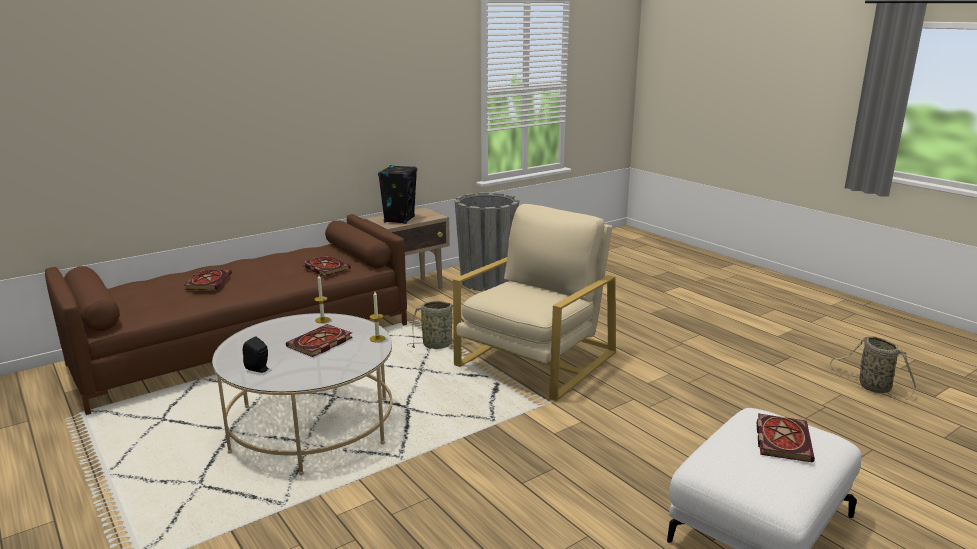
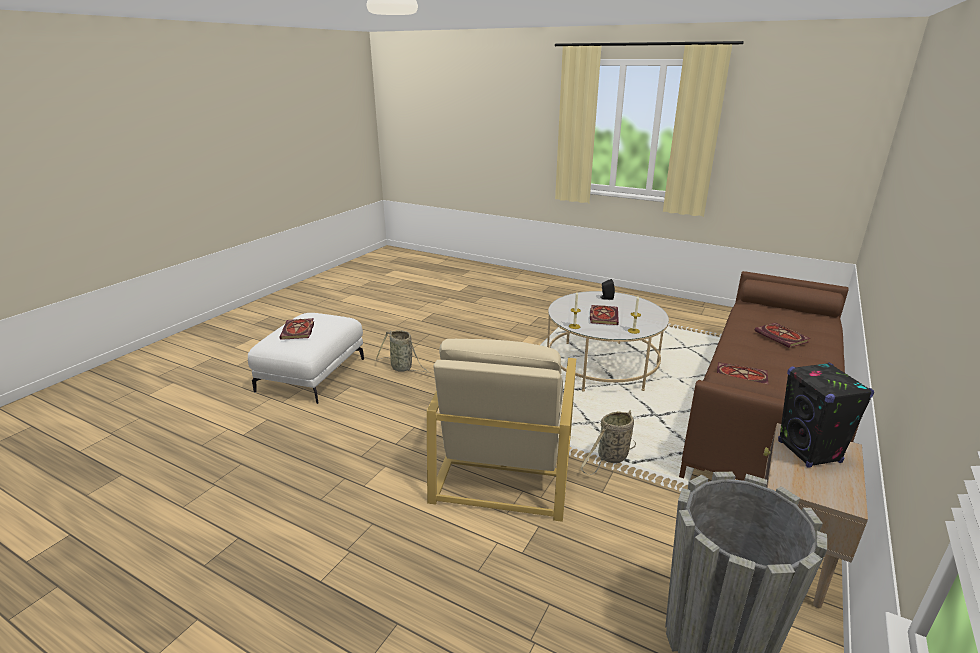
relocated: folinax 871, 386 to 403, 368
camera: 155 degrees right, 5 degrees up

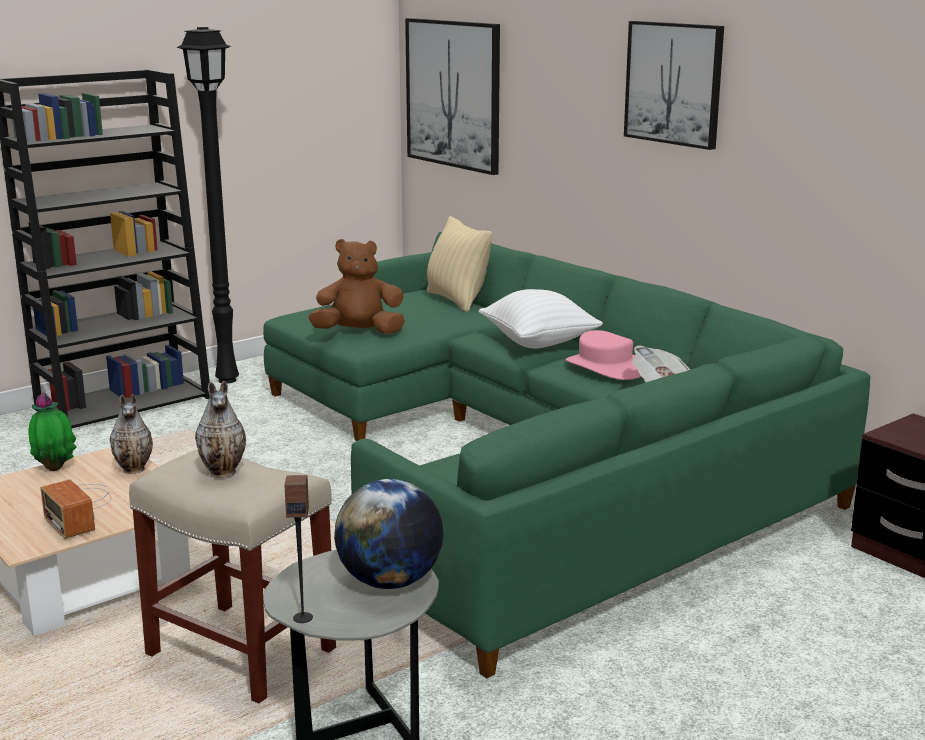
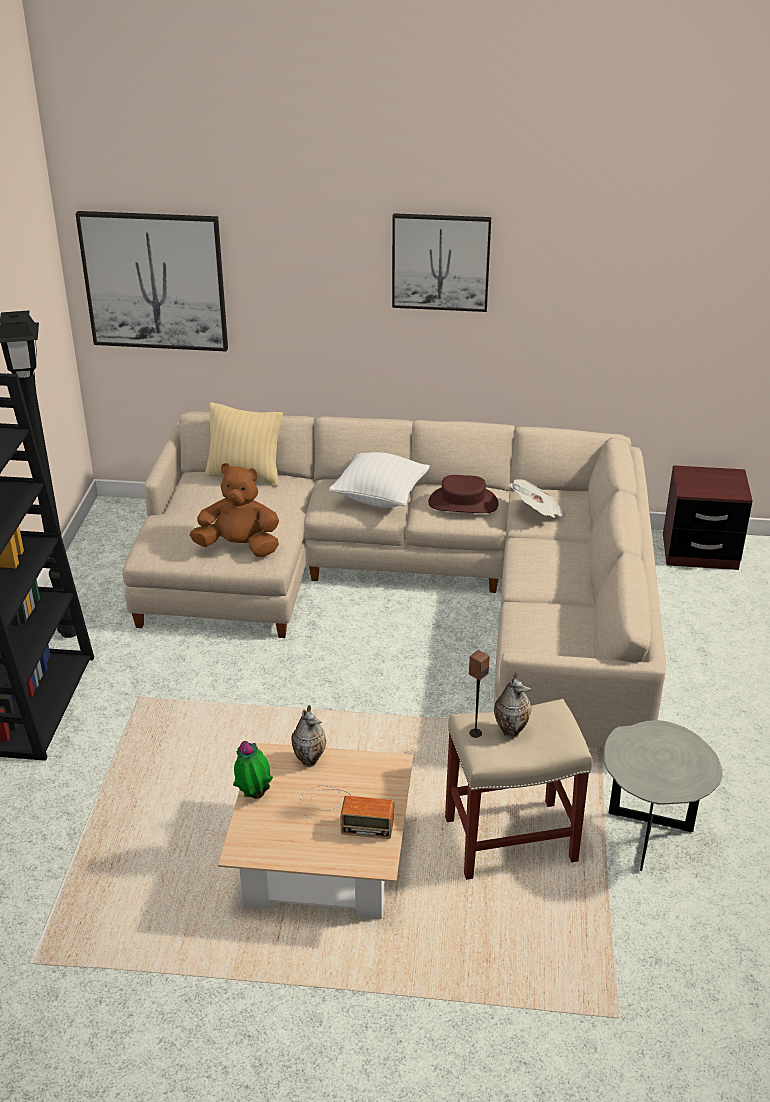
missing: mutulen 390, 582
relocated: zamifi 303, 617 to 475, 733
colour: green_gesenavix 531, 460 to beige_gesenavix 418, 591; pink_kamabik 605, 367 to brown_kamabik 463, 503
spun: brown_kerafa 359, 333 = 239, 547 60 degrees clockwise
camera: 45 degrees left, 15 degrees up

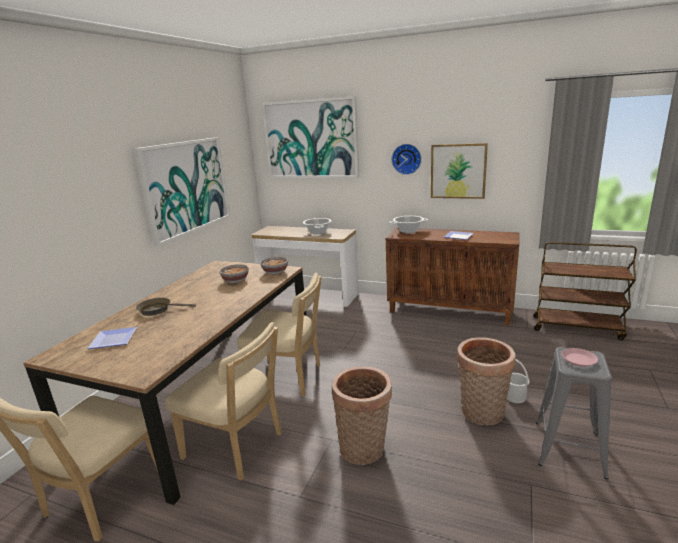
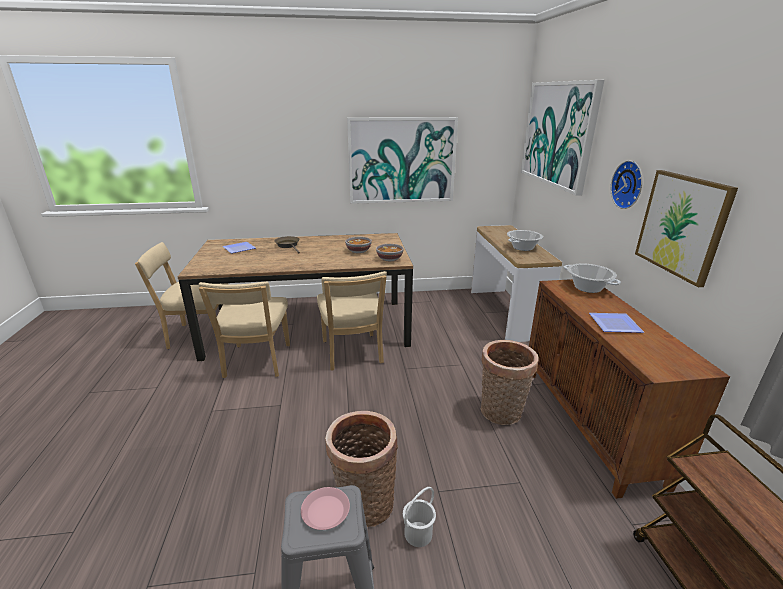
relocated: folinax 364, 449 to 501, 414
camera: 60 degrees right, 5 degrees up

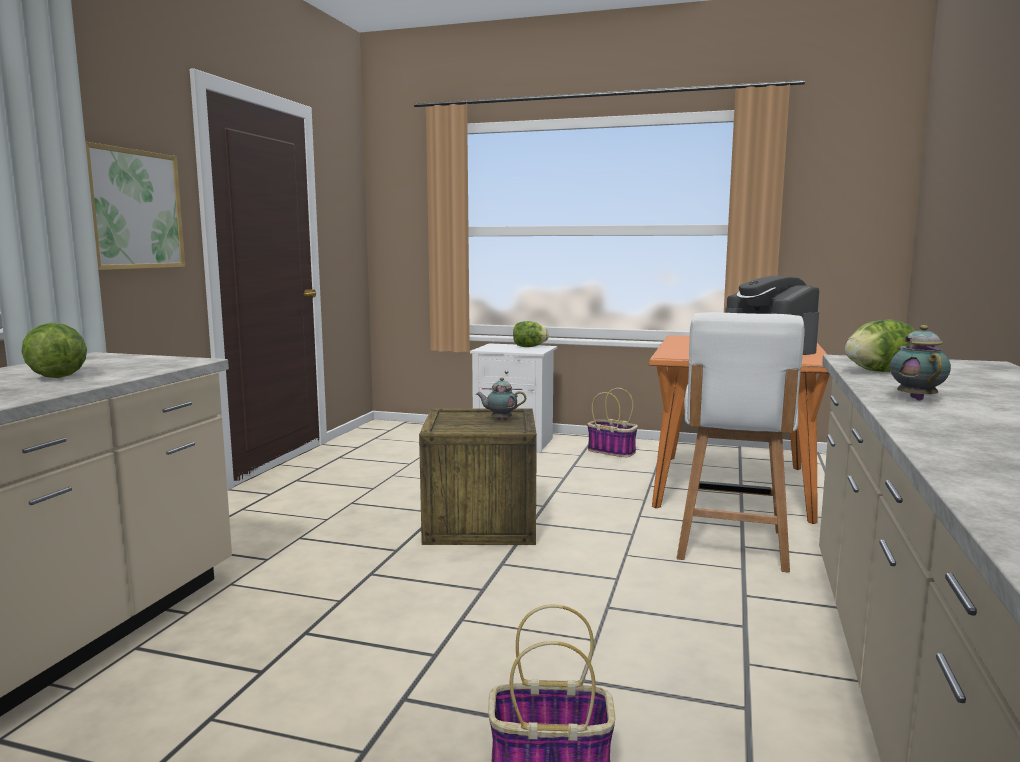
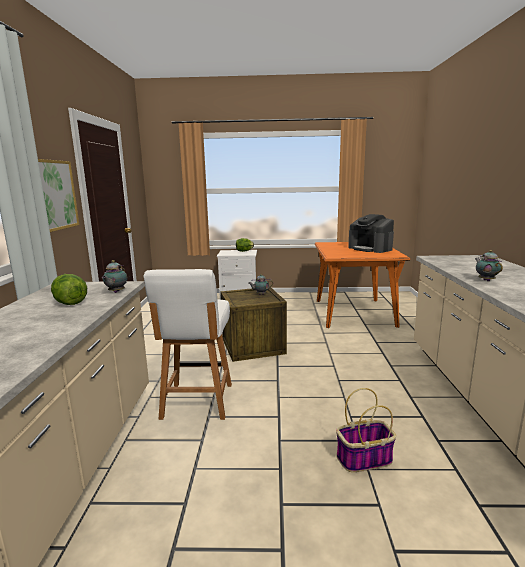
missing: folinax 612, 451; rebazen 879, 372
appeared: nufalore 116, 292
relocated: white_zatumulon 731, 546 to 197, 402
camera: 15 degrees left, 5 degrees up

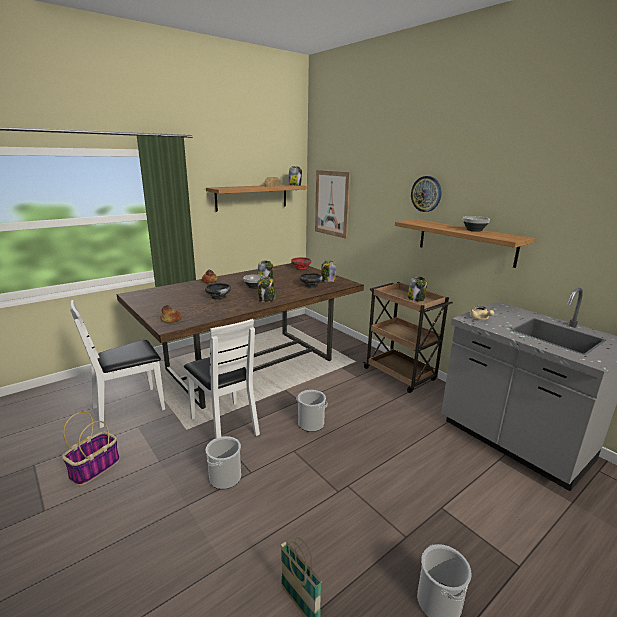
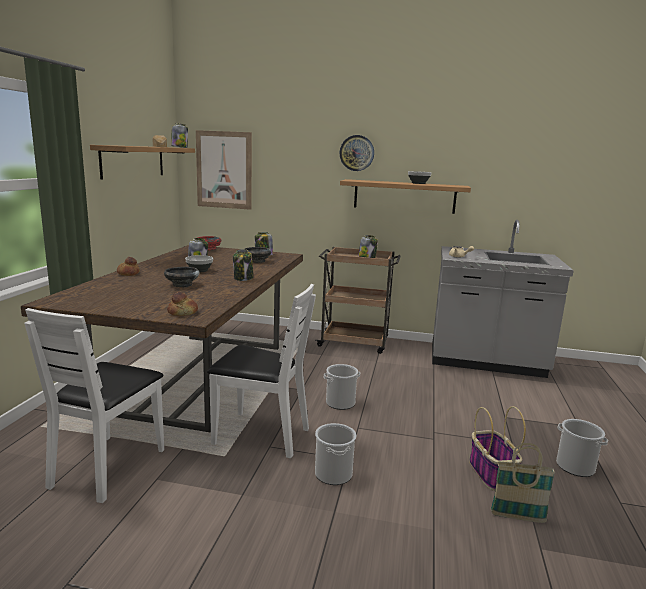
relocated: folinax 95, 468 to 490, 473
camera: 40 degrees left, 5 degrees down

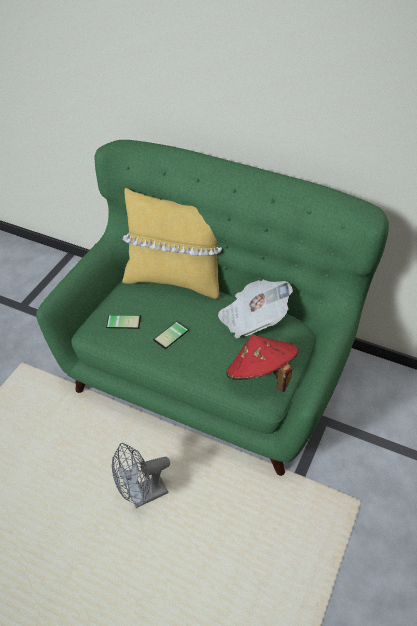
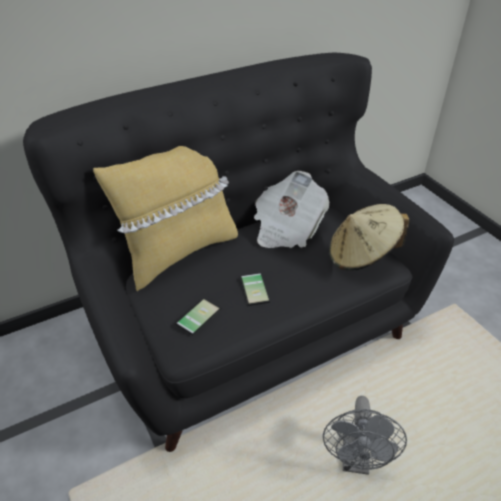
colour: green_gesenavix 209, 373 to black_gesenavix 251, 324; red_kamabik 261, 376 to beige_kamabik 362, 255
camera: 55 degrees left, 5 degrees down

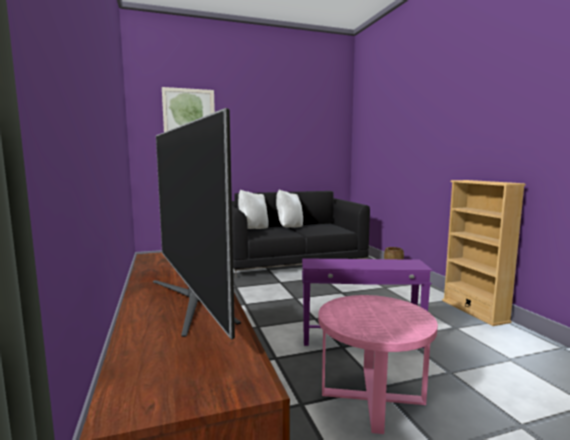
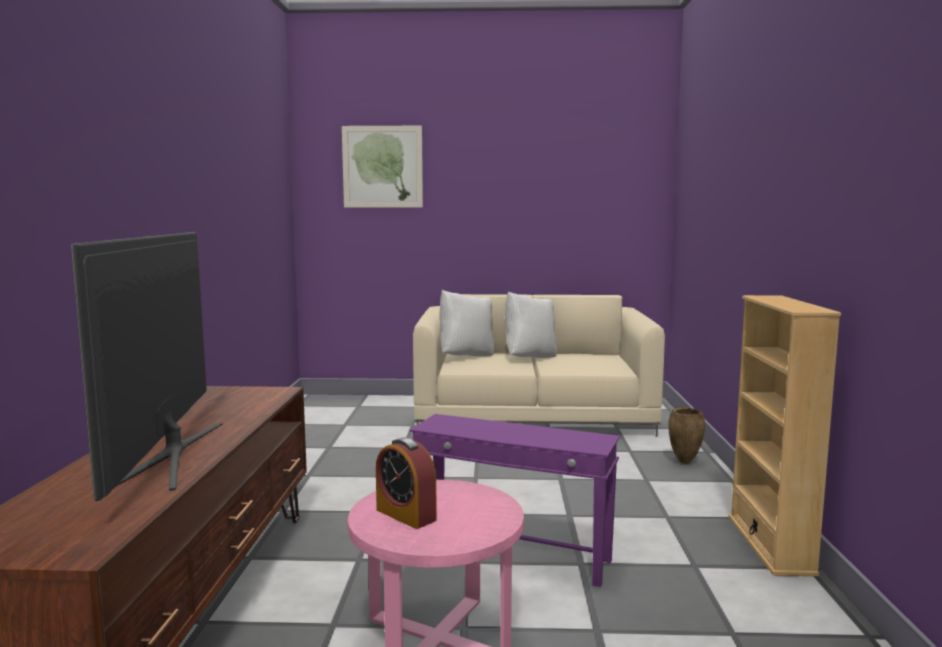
appeared: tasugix 406, 515
colour: black_gesenavix 291, 260 to beige_gesenavix 533, 415
camera: 20 degrees right, 0 degrees up

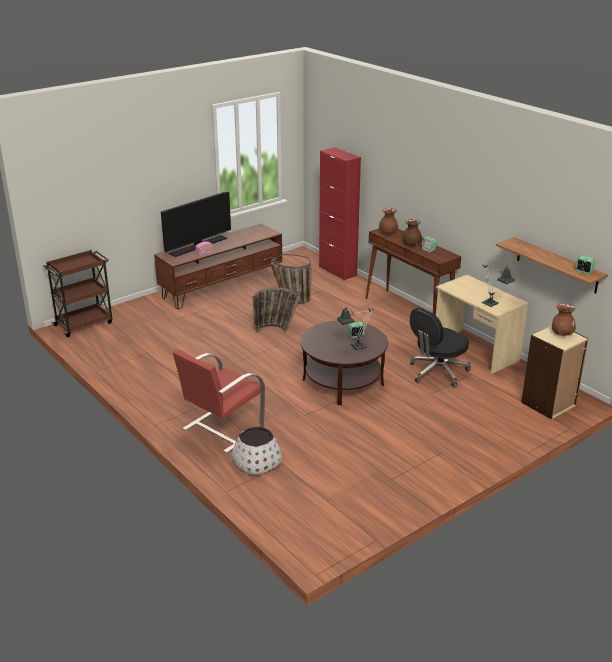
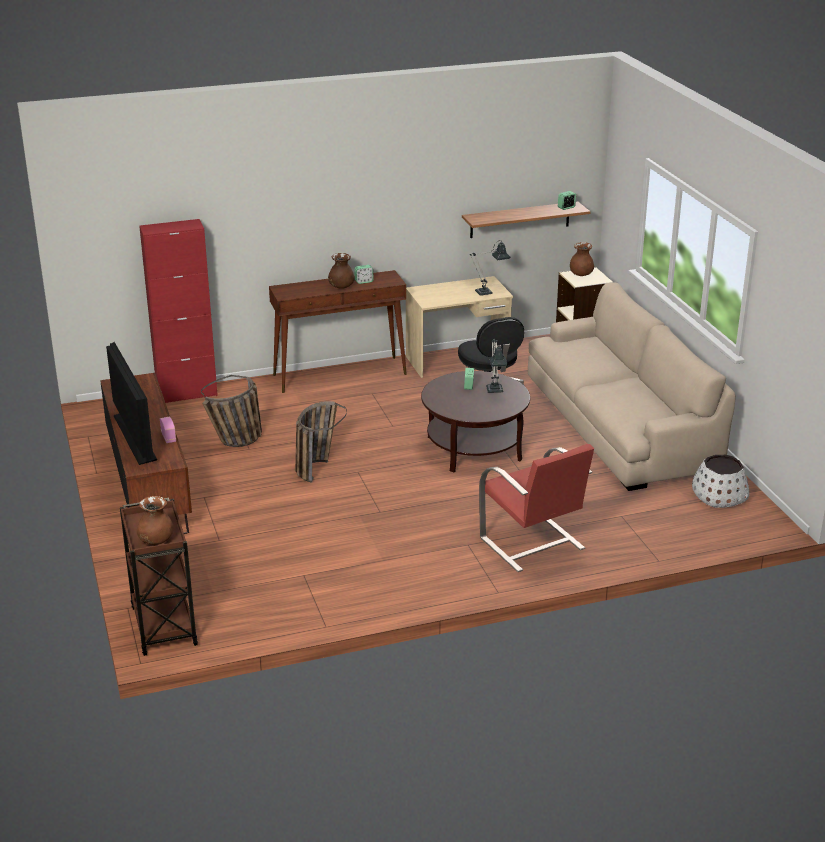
appeared: beige_gesenavix 619, 424
relocated: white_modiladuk 257, 462 to 719, 496; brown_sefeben 388, 233 to 156, 540
camera: 70 degrees left, 0 degrees up

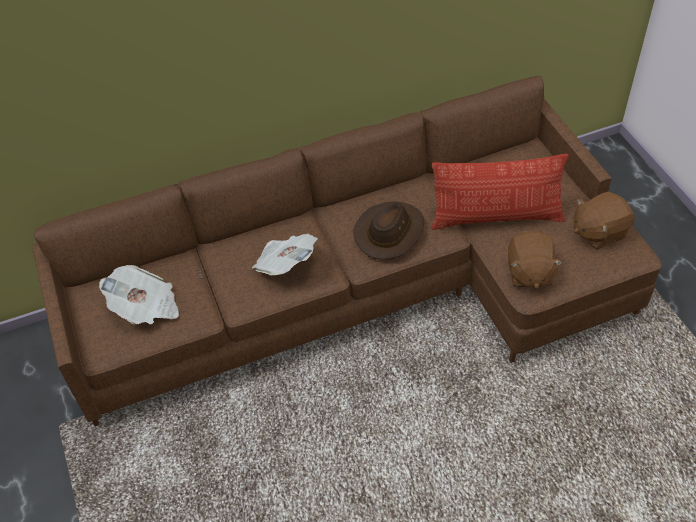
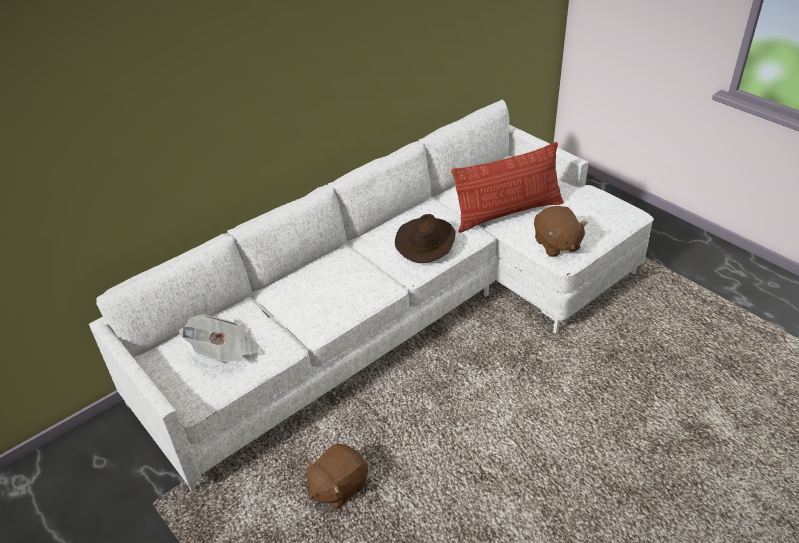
missing: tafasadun 285, 264
relocated: brown_kerafa 598, 232 to 338, 486
colour: brown_gesenavix 365, 290 to white_gesenavix 404, 311
camera: 20 degrees left, 10 degrees down

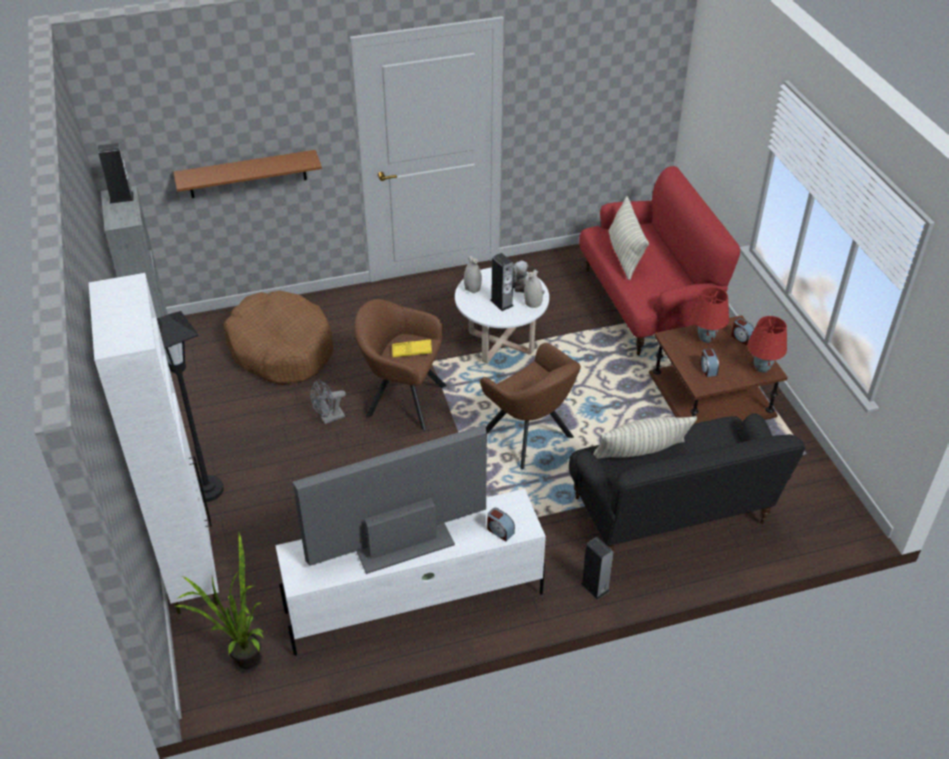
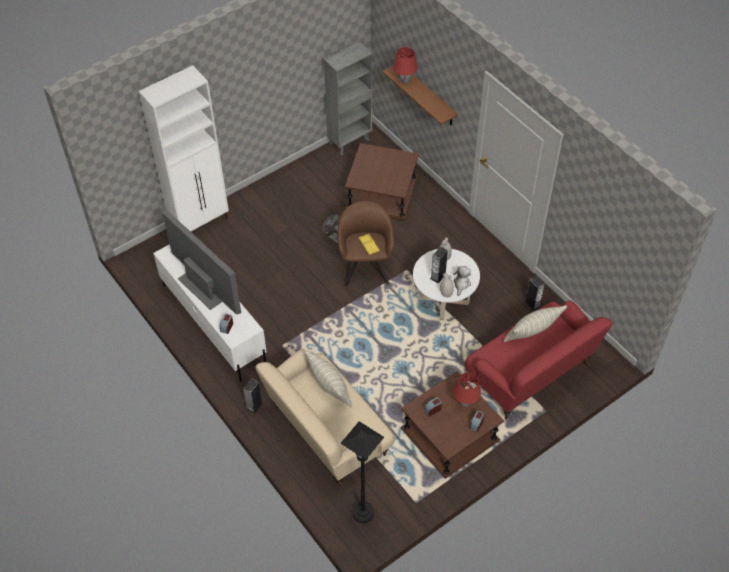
missing: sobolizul 241, 662; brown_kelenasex 530, 439
relocated: zamifi 121, 197 to 532, 303; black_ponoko 207, 490 to 363, 512; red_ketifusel 761, 369 to 404, 81
exchanged: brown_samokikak 281, 349 to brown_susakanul 382, 193
colour: black_gesenavix 670, 514 to beige_gesenavix 327, 432
camera: 70 degrees right, 10 degrees up

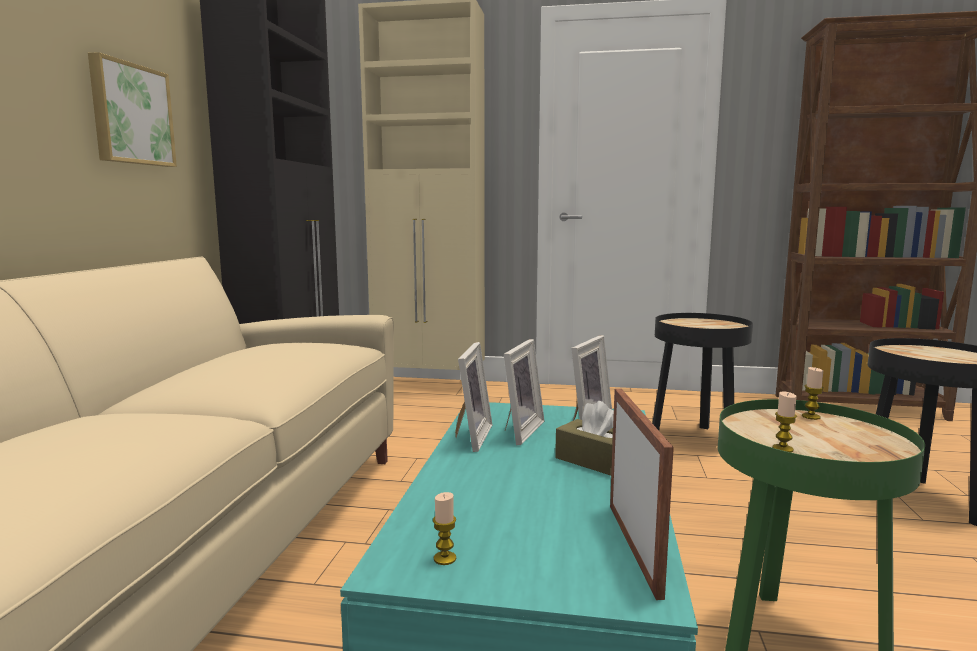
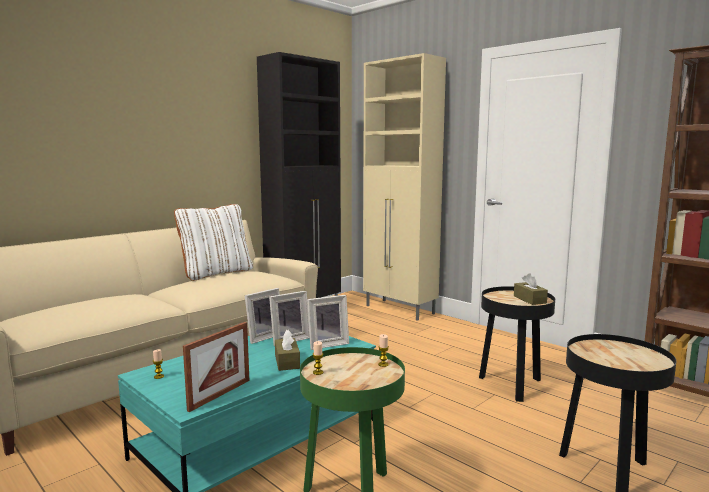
missing: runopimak 130, 114
appeared: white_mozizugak 216, 273; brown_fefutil 529, 299
camera: 35 degrees right, 0 degrees up

